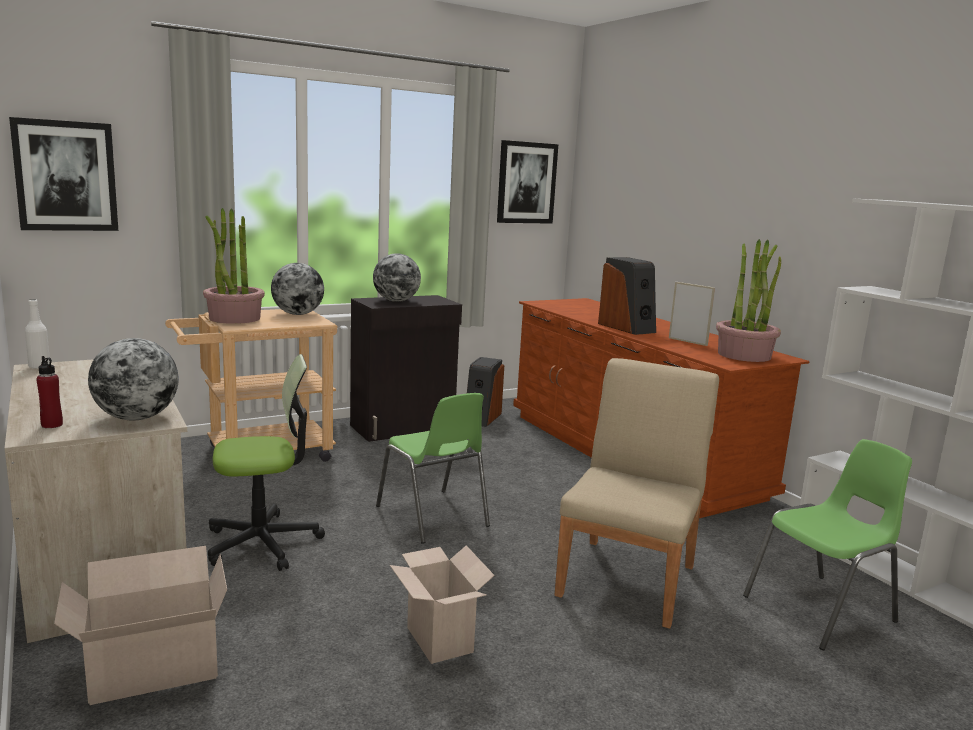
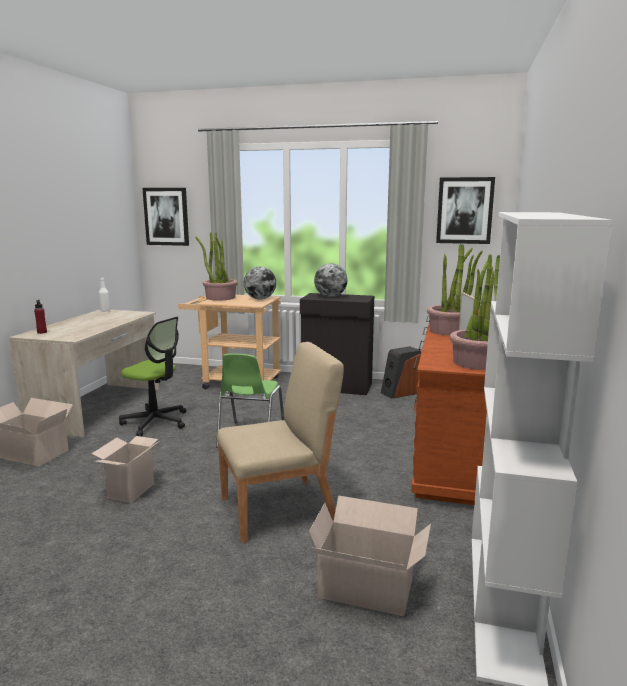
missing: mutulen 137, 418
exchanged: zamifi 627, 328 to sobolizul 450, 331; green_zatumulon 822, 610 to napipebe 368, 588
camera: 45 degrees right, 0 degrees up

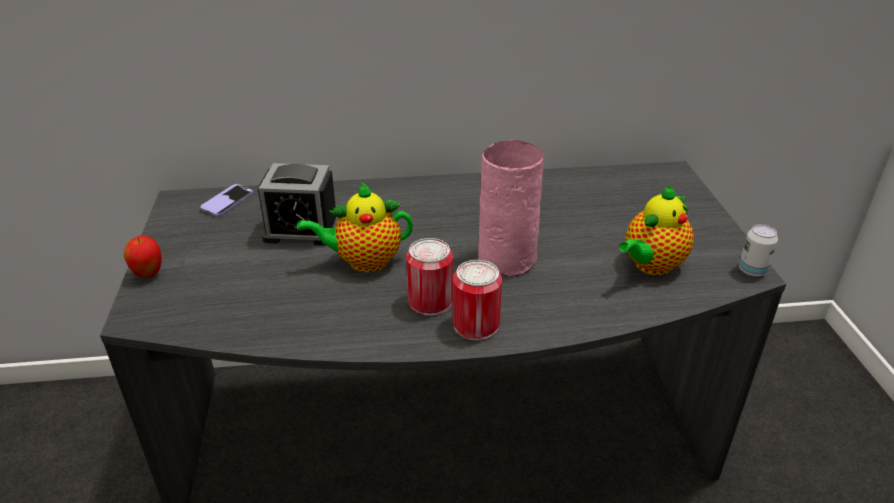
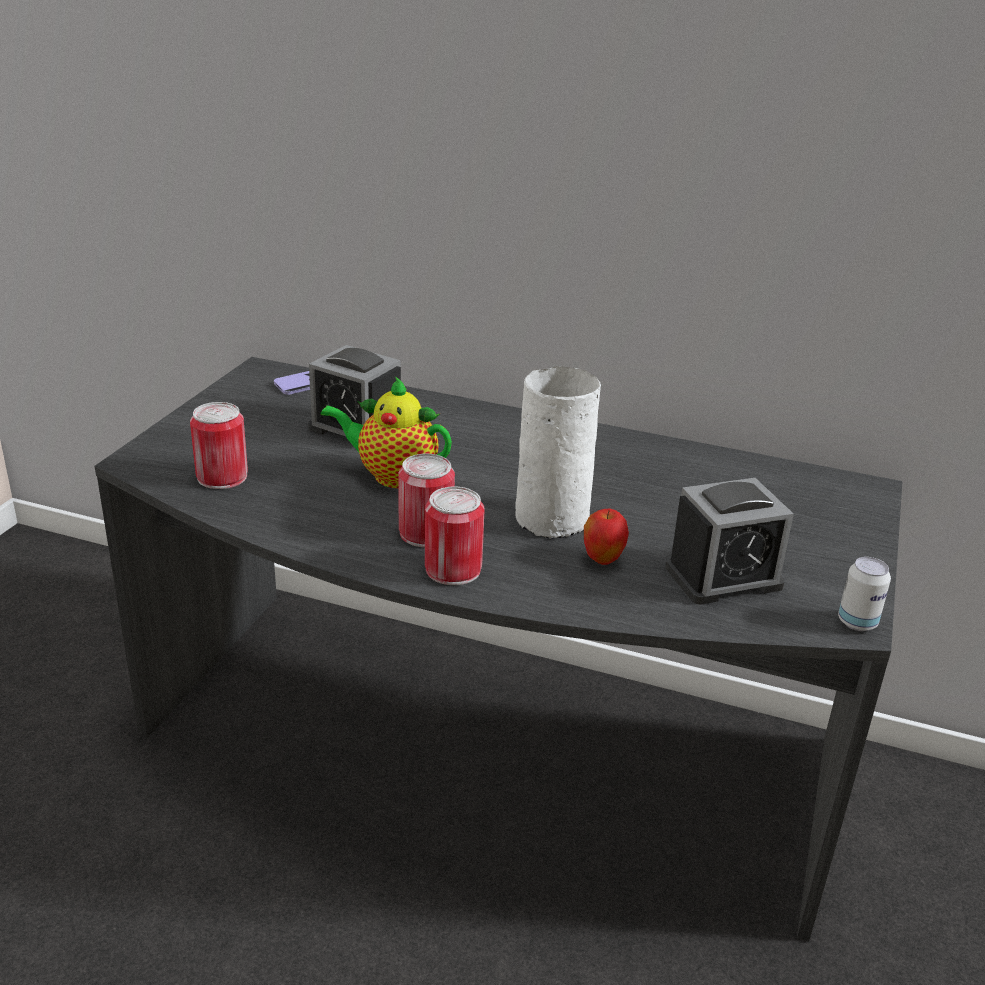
appeared: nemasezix 222, 476
relocated: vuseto 148, 274 to 602, 560
exchanged: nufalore 651, 266 to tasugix 723, 577
colour: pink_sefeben 508, 258 to white_sefeben 554, 518
camera: 25 degrees right, 5 degrees down

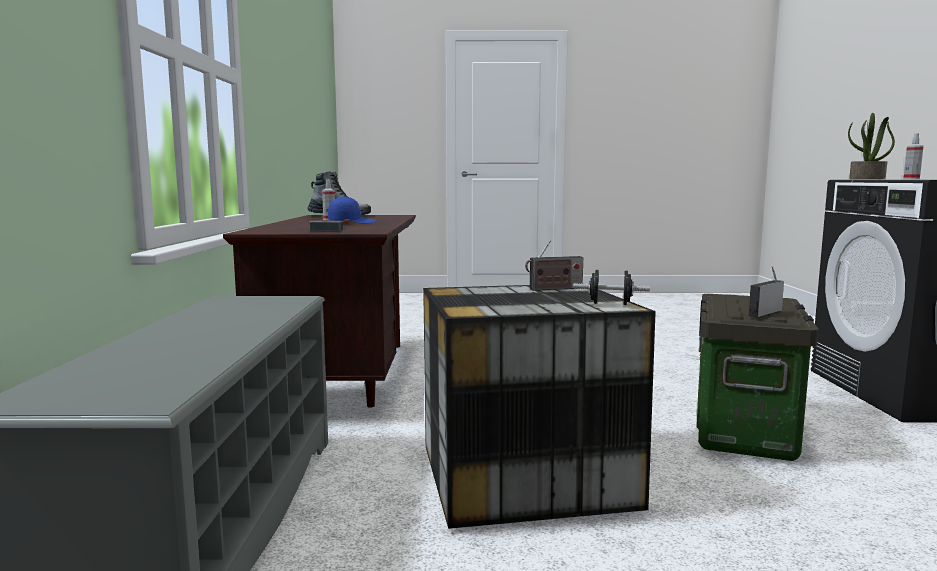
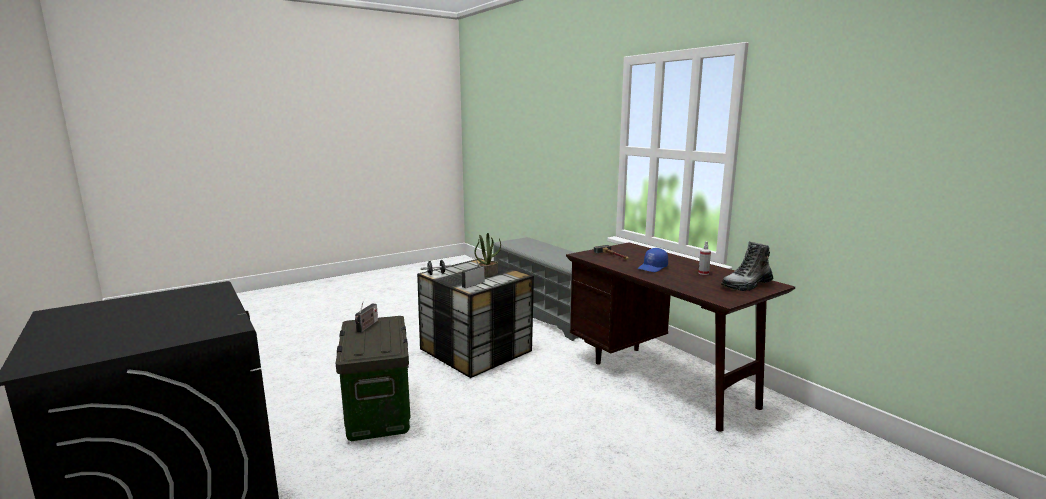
missing: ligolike 911, 179
relocated: sobolizul 867, 179 to 487, 274
camera: 145 degrees right, 5 degrees up

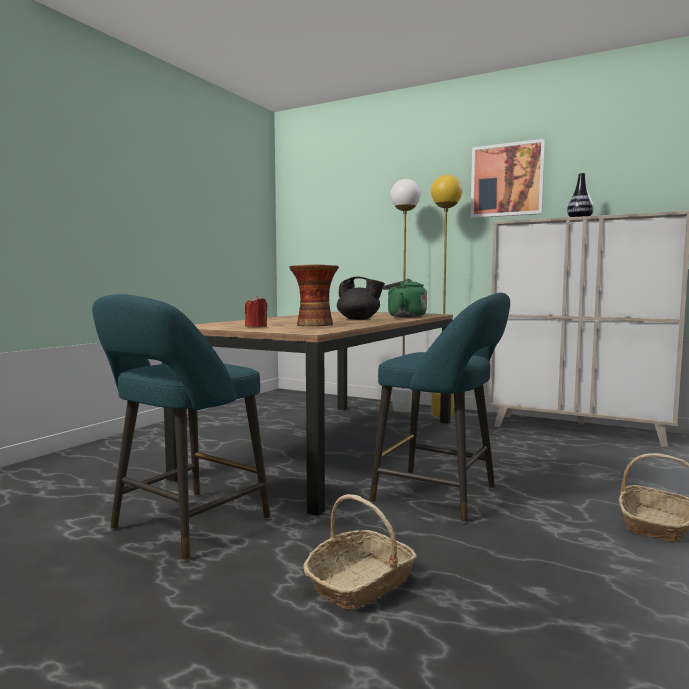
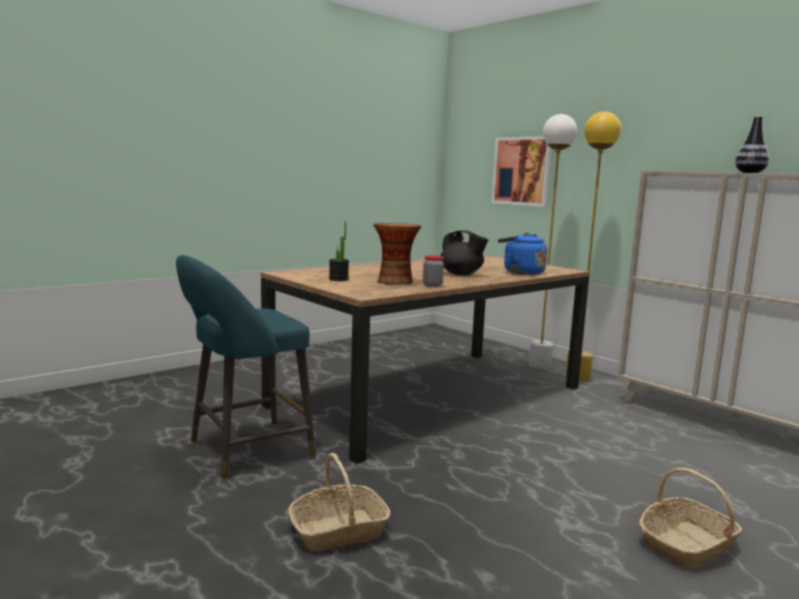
missing: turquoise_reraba 442, 496
appeared: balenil 432, 285
relocated: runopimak 507, 180 to 522, 171
exchanged: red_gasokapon 256, 326 to sobolizul 338, 279
colour: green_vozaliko 404, 316 to blue_vozaliko 521, 272
camera: 20 degrees right, 5 degrees up

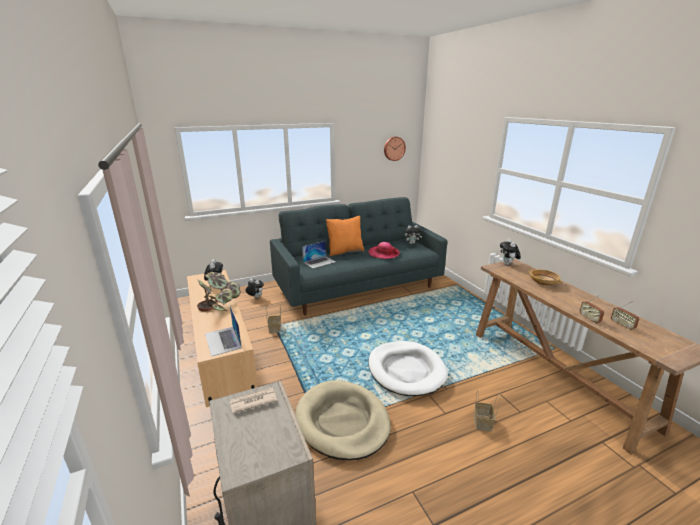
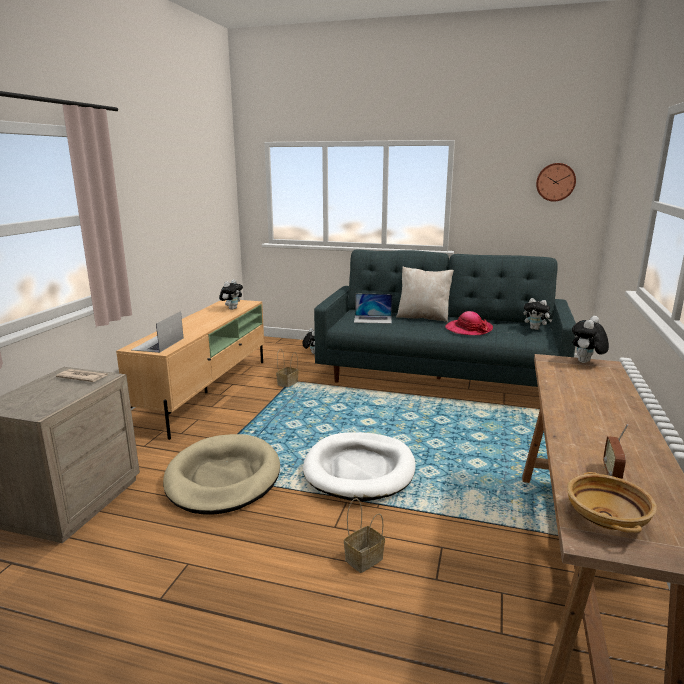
missing: sobolizul 220, 304; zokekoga 589, 319
relocated: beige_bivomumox 543, 283 to 607, 518
colour: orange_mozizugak 345, 251 to beige_mozizugak 423, 317
camera: 40 degrees right, 5 degrees down

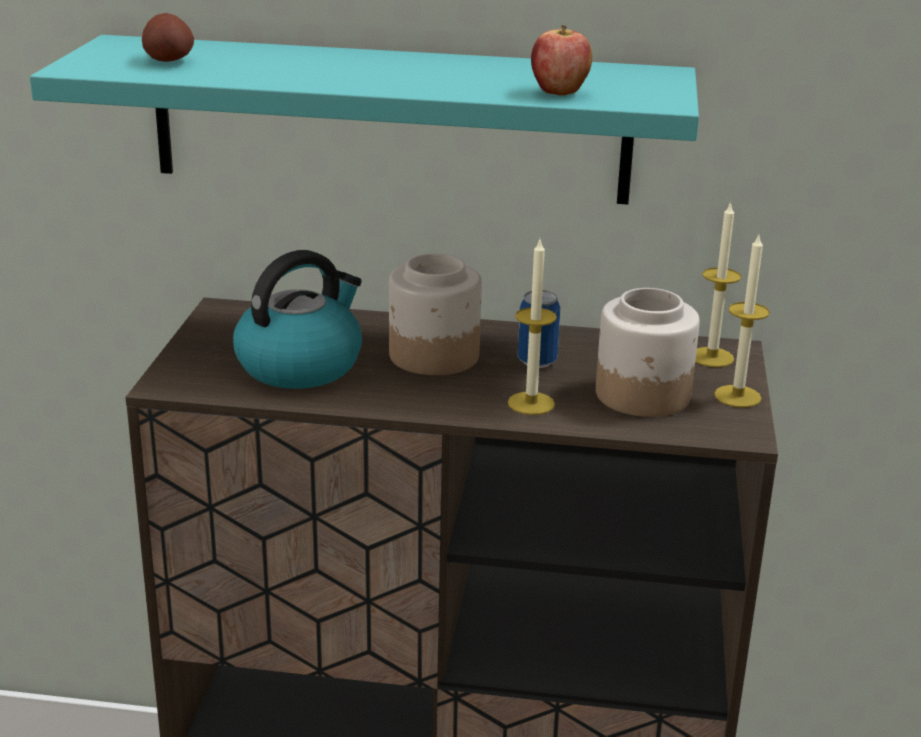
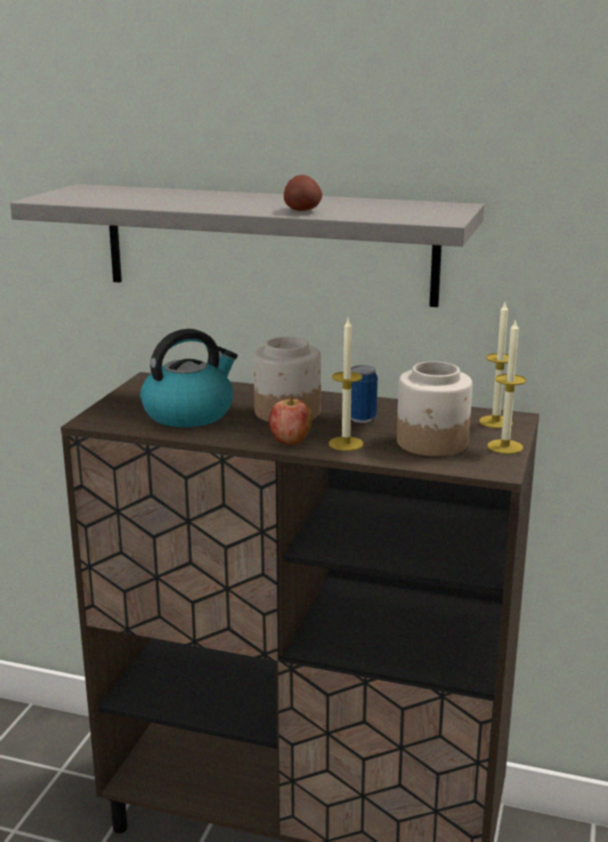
relocated: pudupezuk 169, 60 to 302, 210; vuseto 559, 92 to 290, 442
colour: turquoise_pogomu 390, 120 to grey_pogomu 268, 244
camera: 10 degrees right, 5 degrees down

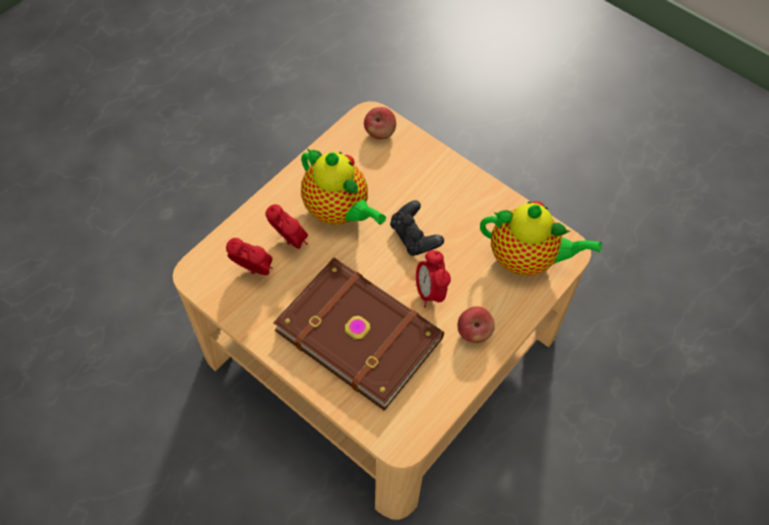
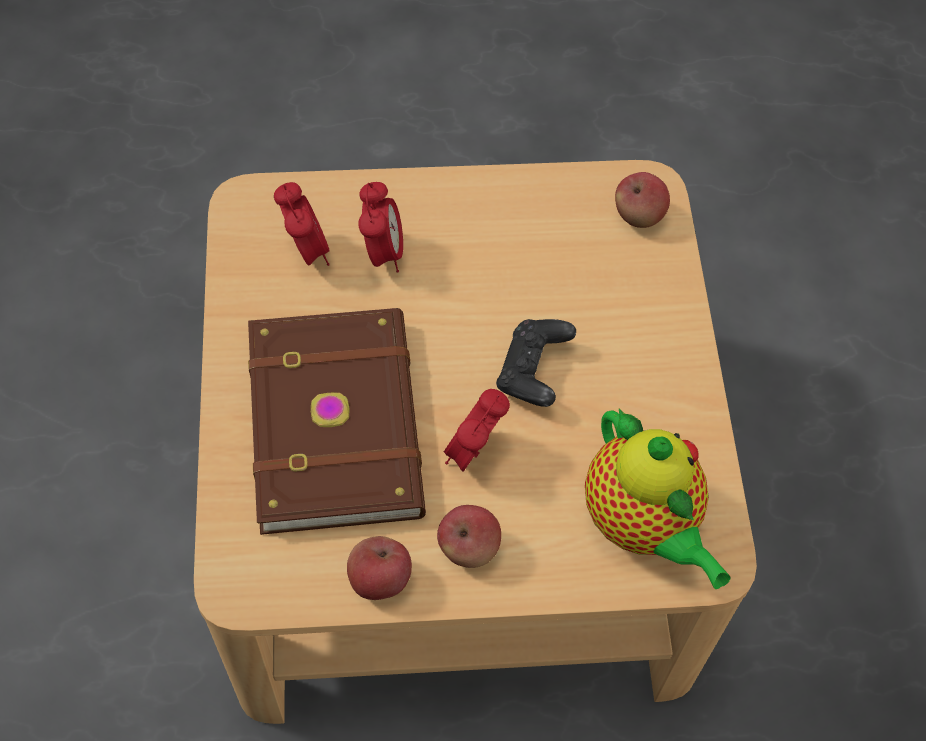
missing: nufalore 339, 212
appeared: vuseto 379, 579
camera: 45 degrees right, 0 degrees up

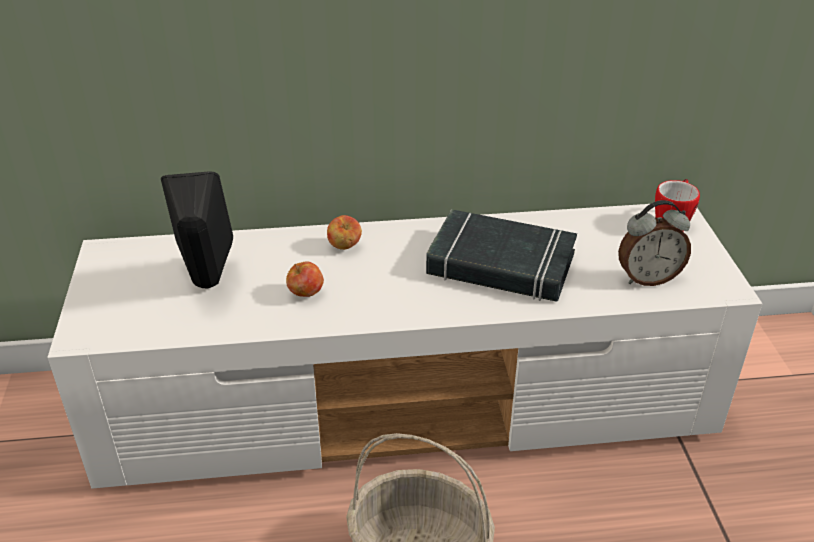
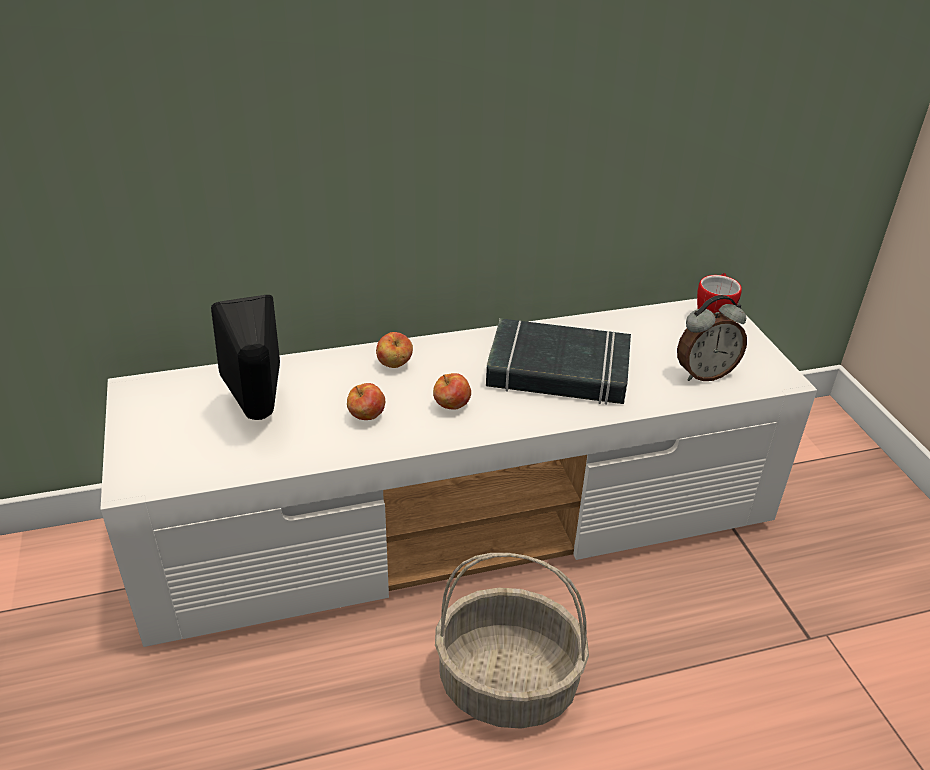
appeared: vuseto 451, 406
camera: 10 degrees left, 0 degrees up

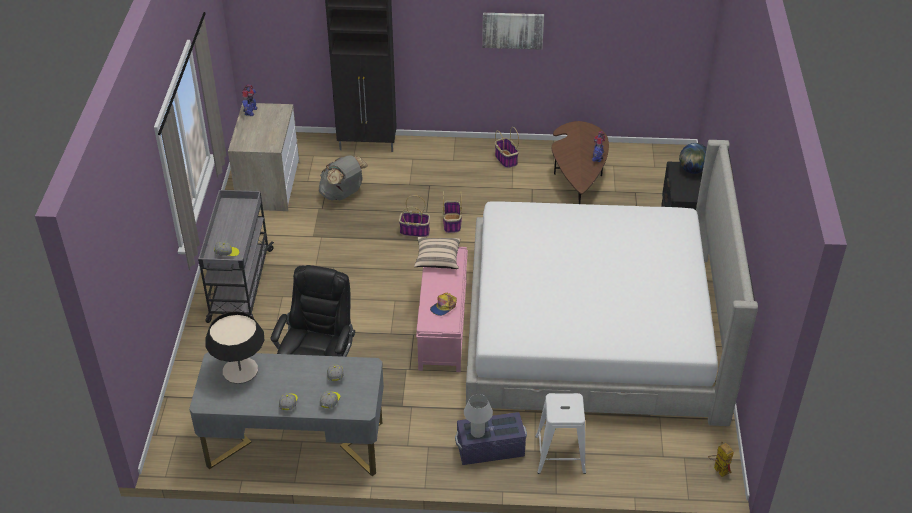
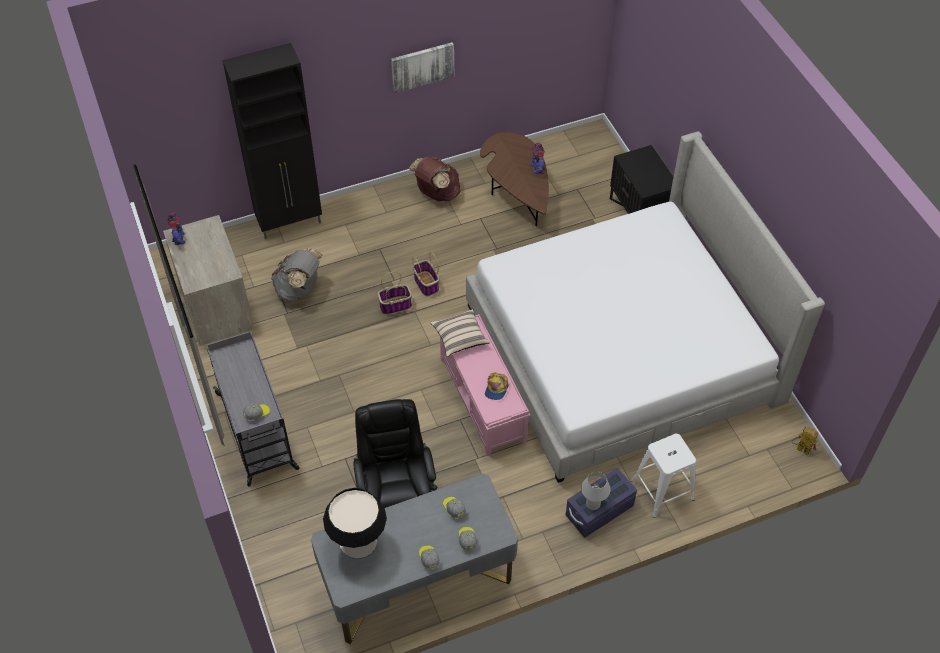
missing: mutulen 692, 170
exchanged: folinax 505, 159 to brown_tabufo 436, 194
camera: 25 degrees left, 10 degrees up

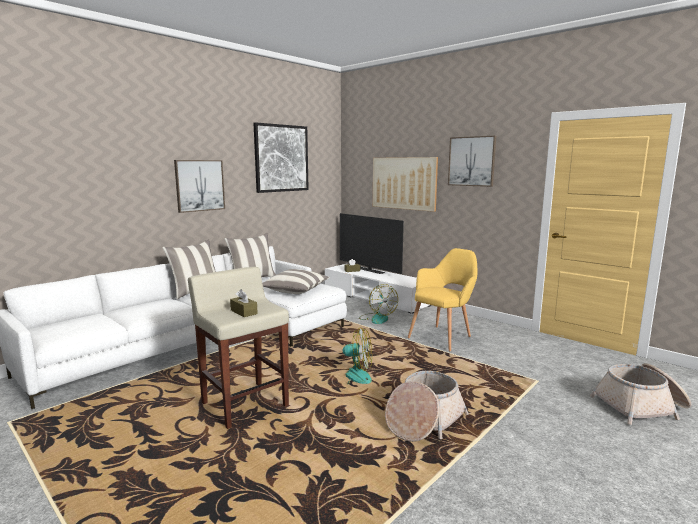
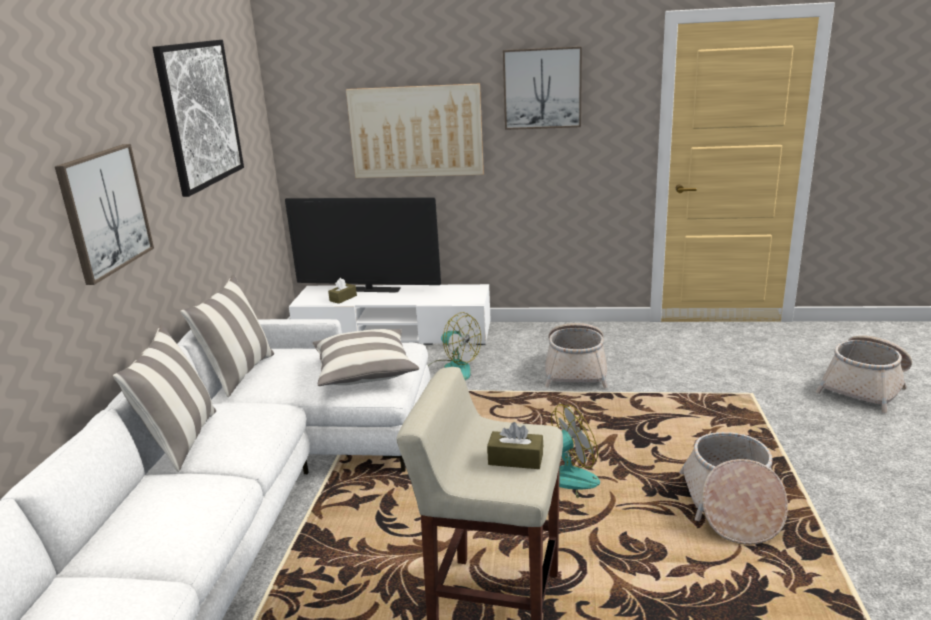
exchanged: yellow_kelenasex 443, 336 to folinax 576, 369
camera: 35 degrees left, 10 degrees up

